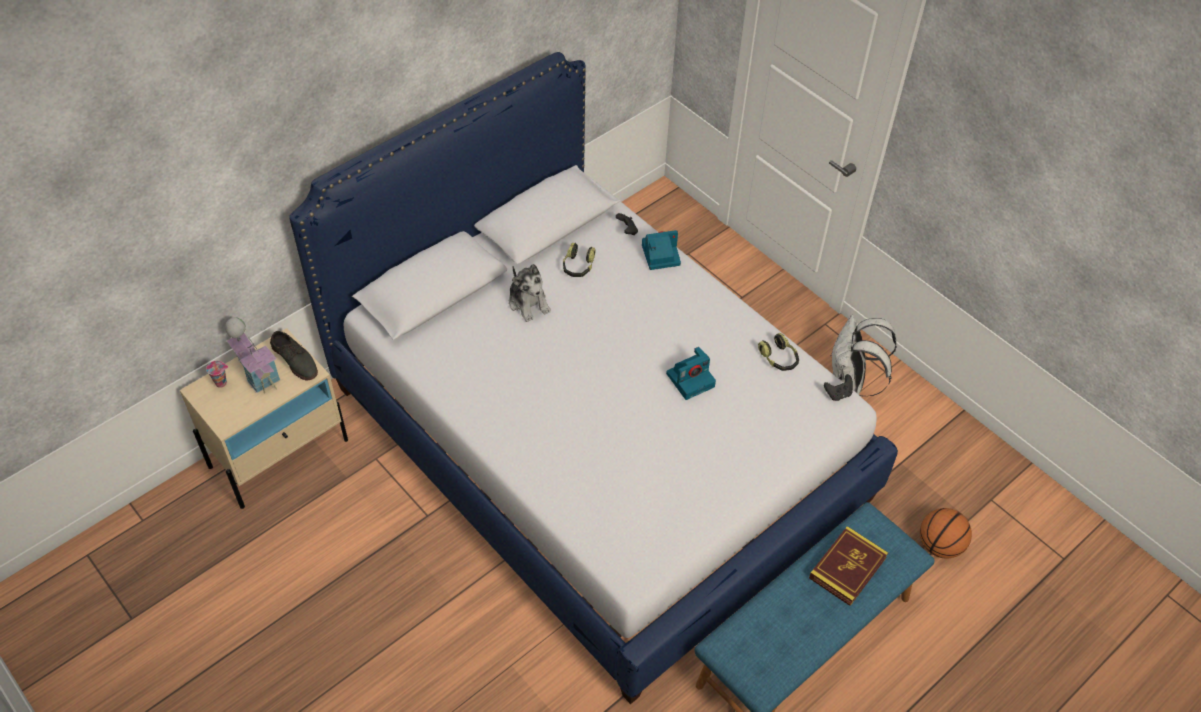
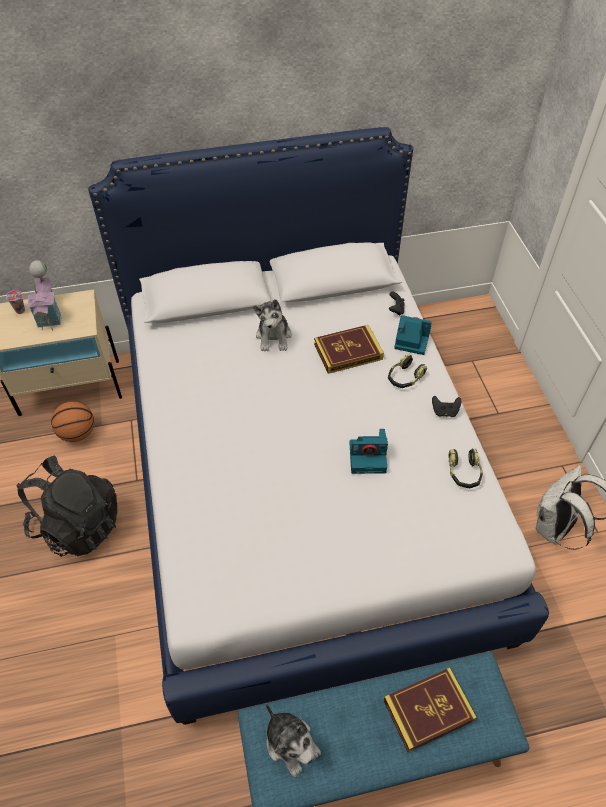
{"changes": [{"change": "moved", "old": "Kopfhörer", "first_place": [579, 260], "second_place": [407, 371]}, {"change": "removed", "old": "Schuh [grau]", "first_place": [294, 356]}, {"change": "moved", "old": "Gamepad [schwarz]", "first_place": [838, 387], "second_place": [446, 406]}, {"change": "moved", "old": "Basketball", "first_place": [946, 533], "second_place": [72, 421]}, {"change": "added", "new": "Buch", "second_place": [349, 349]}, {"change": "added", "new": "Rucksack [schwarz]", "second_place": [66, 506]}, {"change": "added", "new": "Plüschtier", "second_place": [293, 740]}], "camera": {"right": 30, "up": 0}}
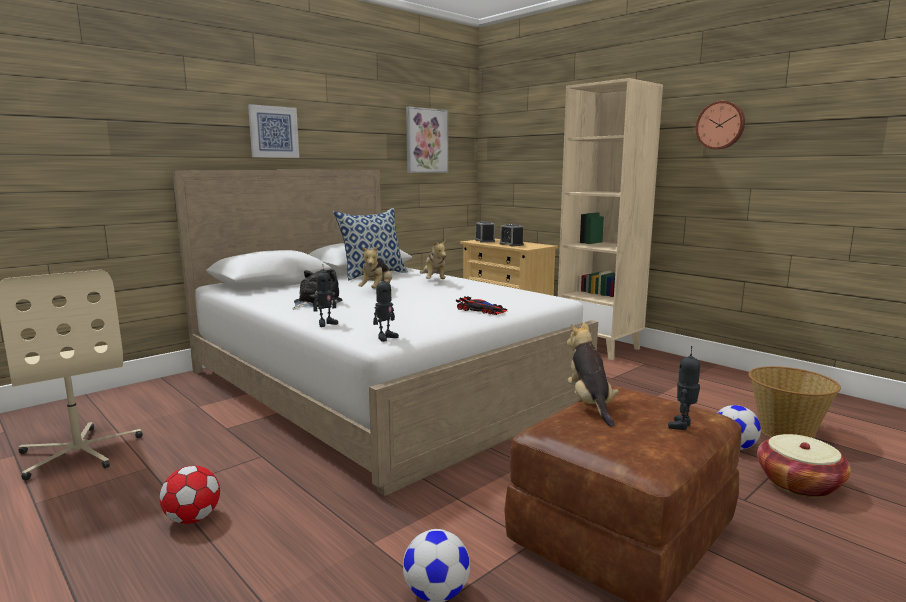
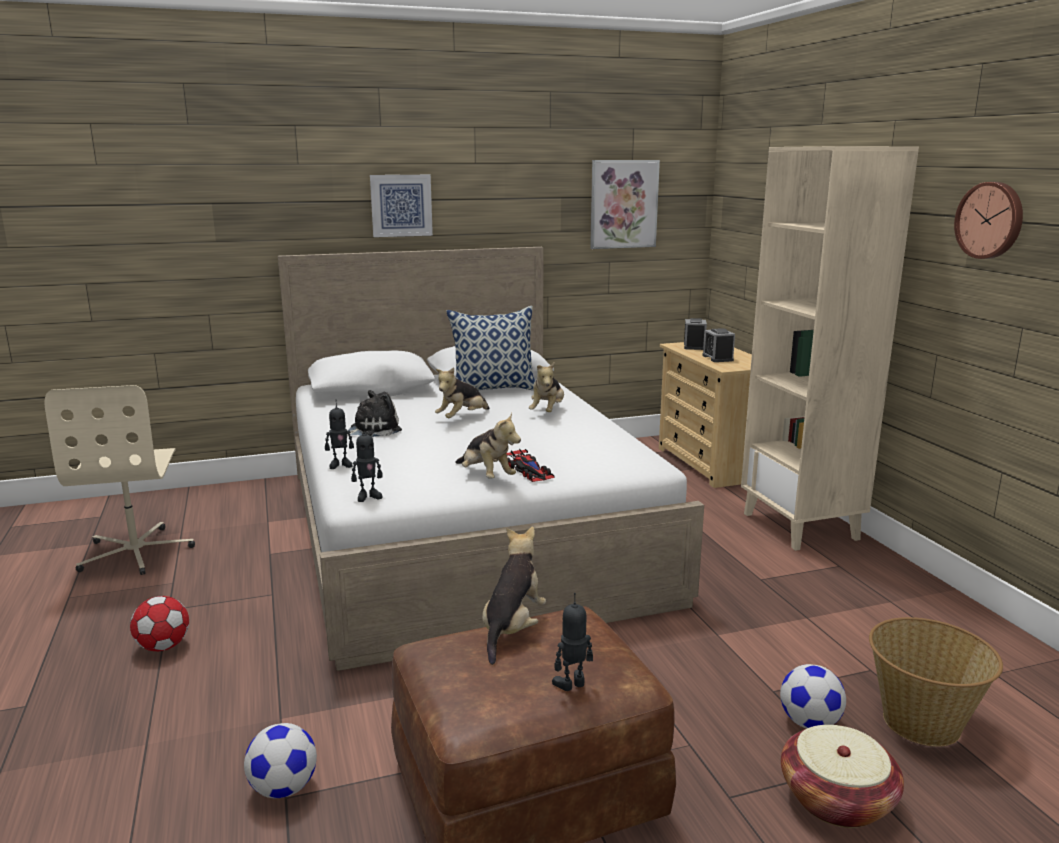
{"changes": [{"change": "added", "new": "Plüschtier", "second_place": [488, 446]}], "camera": {"right": 25, "up": 5}}
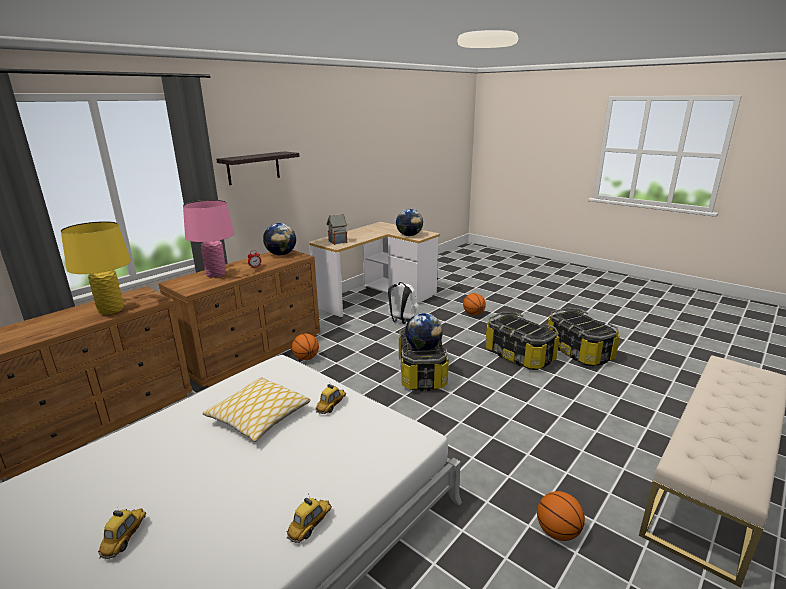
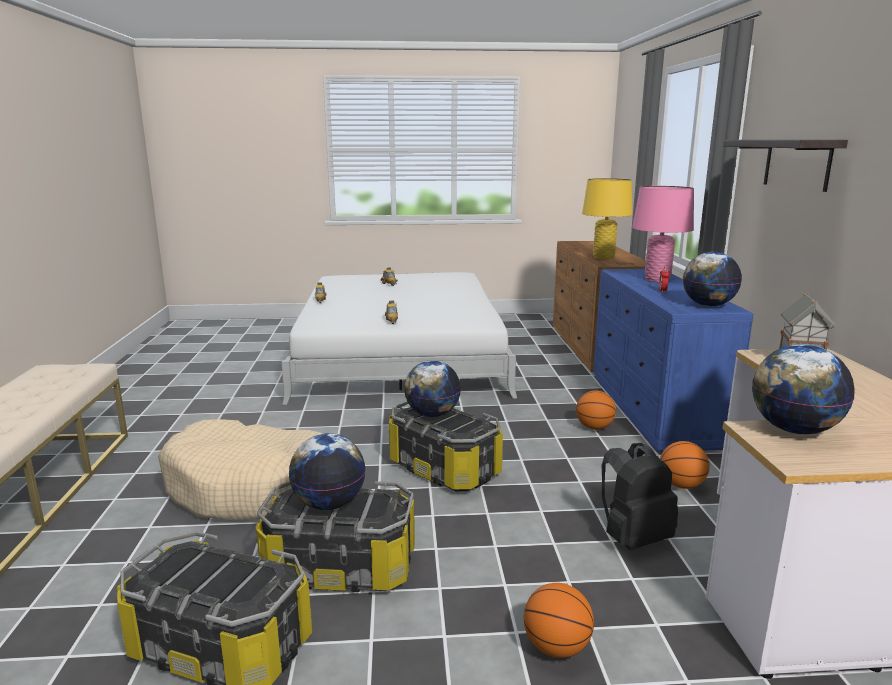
{"changes": [{"change": "recoloured", "old": "Kommode [braun]", "new": "Kommode [blau]", "first_place": [239, 318], "second_place": [673, 360]}, {"change": "recoloured", "old": "Rucksack [weiß]", "new": "Rucksack [schwarz]", "first_place": [403, 303], "second_place": [639, 496]}, {"change": "removed", "old": "Kissen", "first_place": [257, 409]}, {"change": "moved", "old": "Basketball", "first_place": [561, 516], "second_place": [685, 465]}, {"change": "added", "new": "Hundebett [beige]", "second_place": [240, 469]}, {"change": "added", "new": "Globus", "second_place": [327, 471]}], "camera": {"right": 135, "up": -5}}
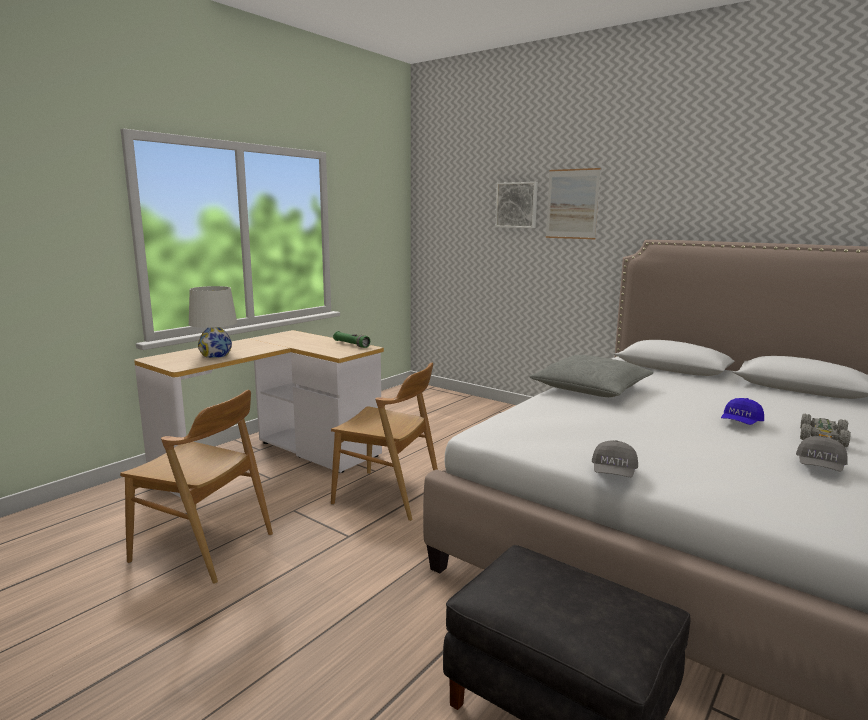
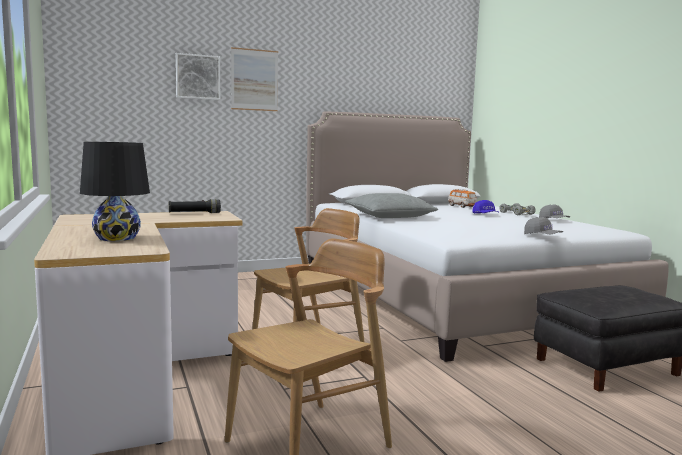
{"changes": [{"change": "recoloured", "old": "Tischlampe [weiß]", "new": "Tischlampe [schwarz]", "first_place": [213, 322], "second_place": [115, 191]}, {"change": "recoloured", "old": "Taschenlampe [grün]", "new": "Taschenlampe [schwarz]", "first_place": [351, 339], "second_place": [195, 206]}, {"change": "added", "new": "Spielzeugauto", "second_place": [462, 198]}], "camera": {"right": -60, "up": -5}}
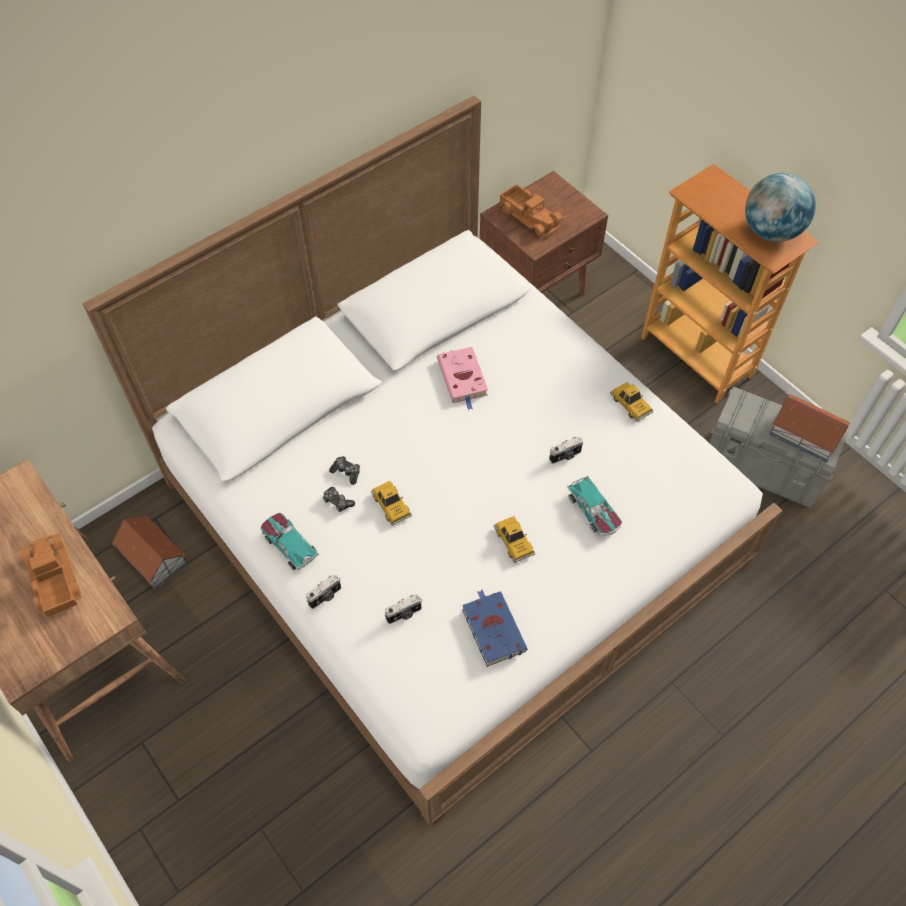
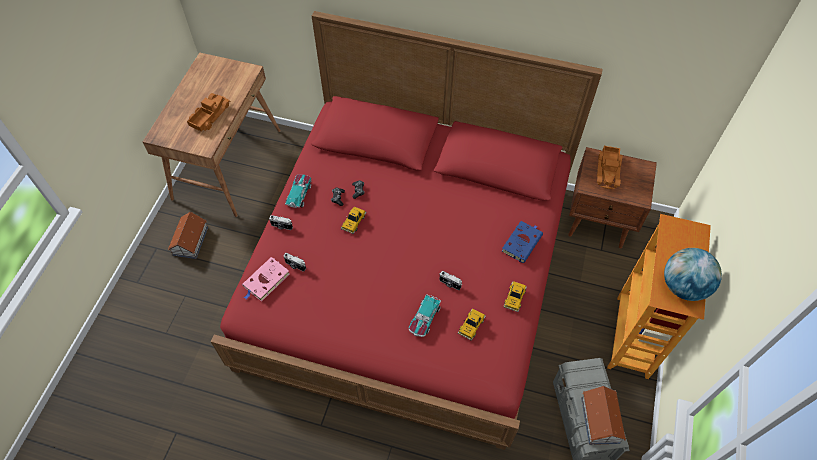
{"changes": [{"change": "recoloured", "old": "Bett [weiß]", "new": "Bett [rot]", "first_place": [432, 461], "second_place": [407, 230]}, {"change": "moved", "old": "Buch [rosa]", "first_place": [462, 378], "second_place": [266, 279]}, {"change": "moved", "old": "Spielzeughaus", "first_place": [149, 552], "second_place": [188, 235]}, {"change": "moved", "old": "Spielzeugauto", "first_place": [514, 539], "second_place": [472, 325]}, {"change": "moved", "old": "Buch [blau]", "first_place": [495, 628], "second_place": [522, 242]}], "camera": {"right": 55, "up": 0}}
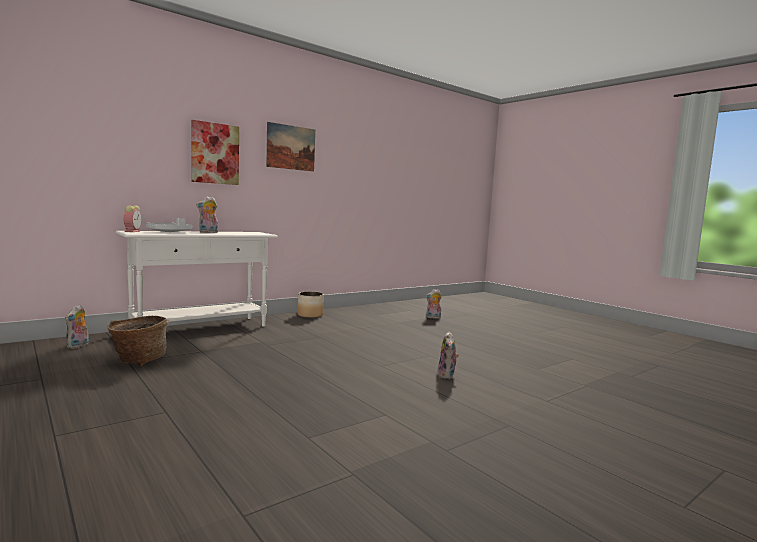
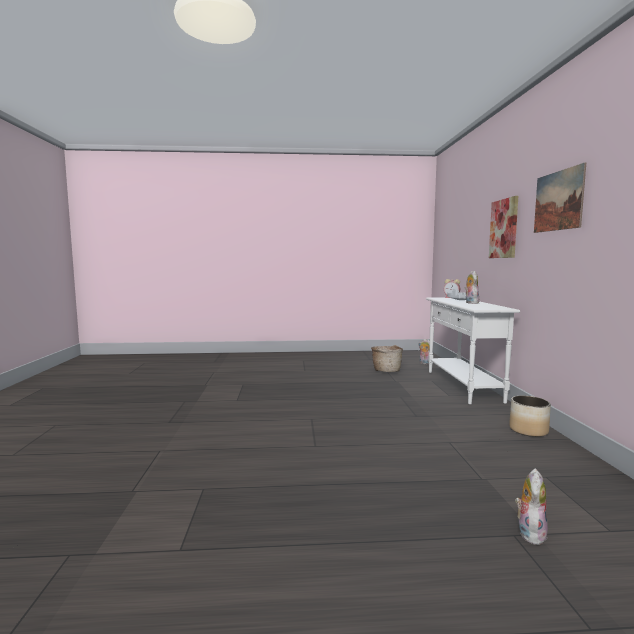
{"changes": [{"change": "removed", "old": "Plüschtier", "first_place": [448, 355]}], "camera": {"right": 125, "up": 0}}
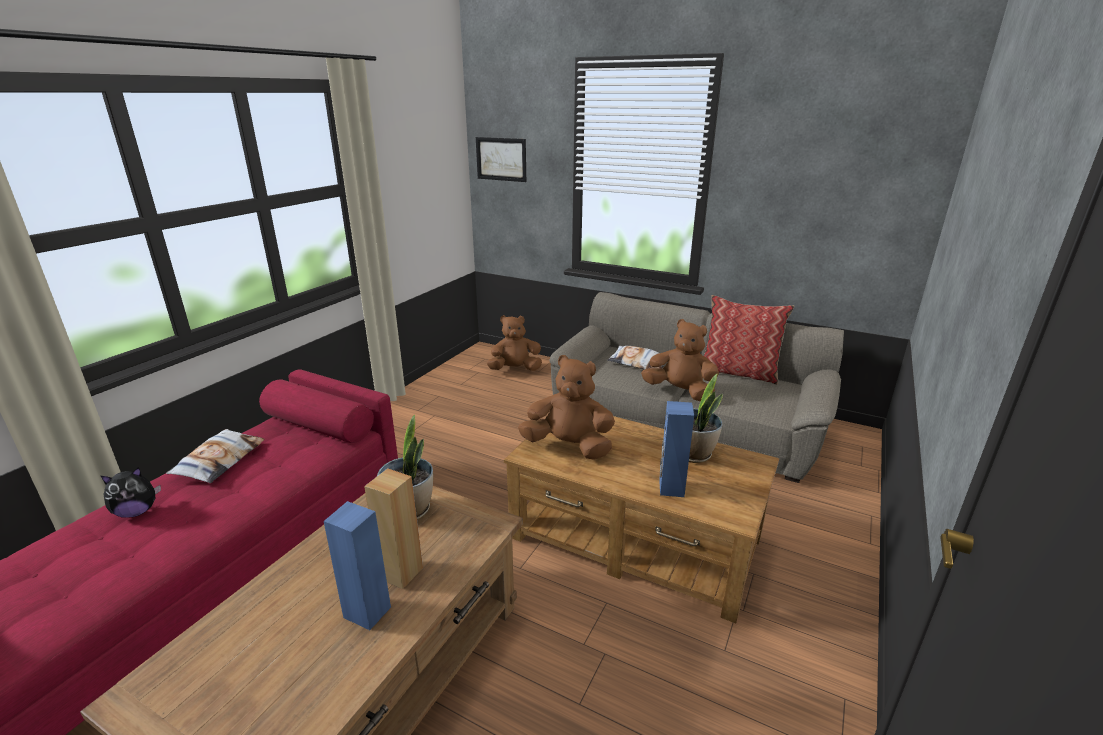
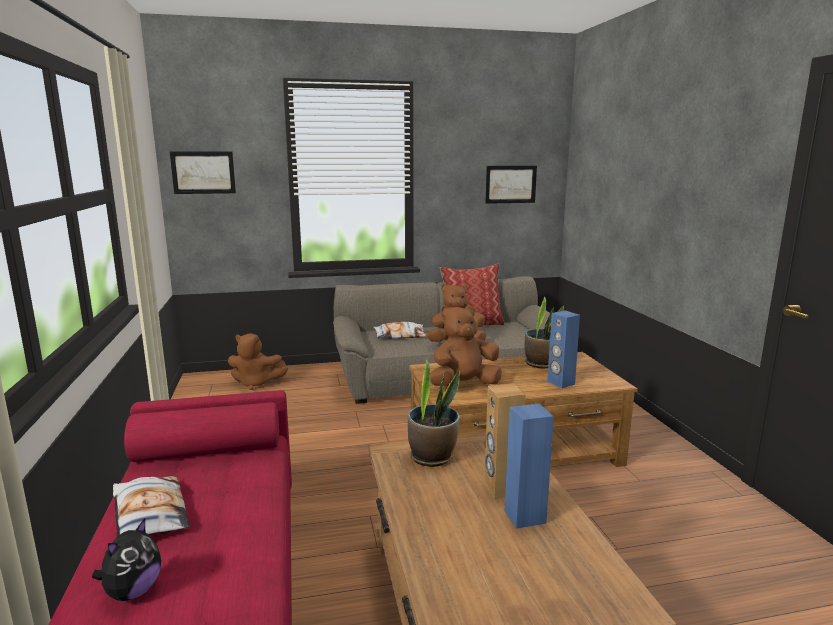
{"changes": [{"change": "turned", "old": "Plüschtier [braun]", "first_place": [514, 343], "second_place": [258, 361], "degrees": -120}, {"change": "added", "new": "Bild", "second_place": [511, 185]}], "camera": {"right": -40, "up": -10}}
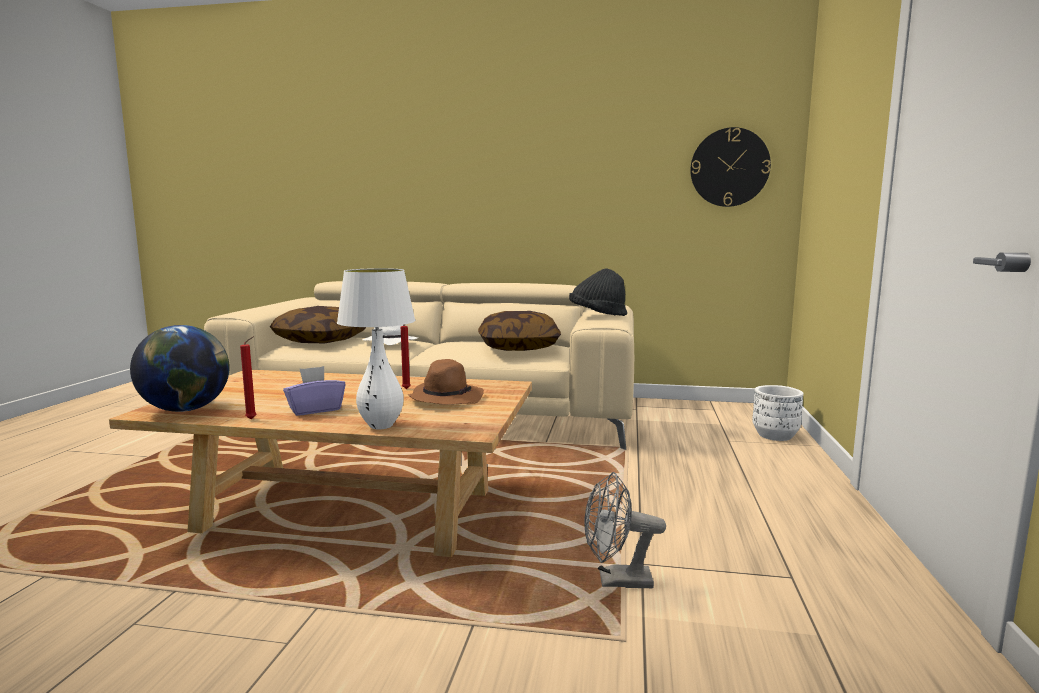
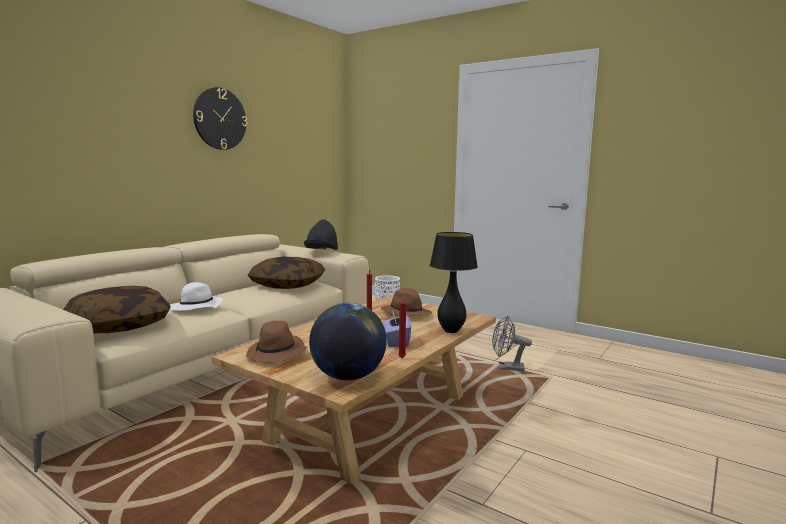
{"changes": [{"change": "moved", "old": "Wanduhr", "first_place": [730, 167], "second_place": [220, 118]}, {"change": "recoloured", "old": "Tischlampe [weiß]", "new": "Tischlampe [schwarz]", "first_place": [376, 348], "second_place": [454, 282]}, {"change": "turned", "old": "Ventilator [grau]", "first_place": [625, 530], "second_place": [512, 343], "degrees": 75}, {"change": "added", "new": "Hut [braun]", "second_place": [276, 342]}], "camera": {"right": -65, "up": 0}}
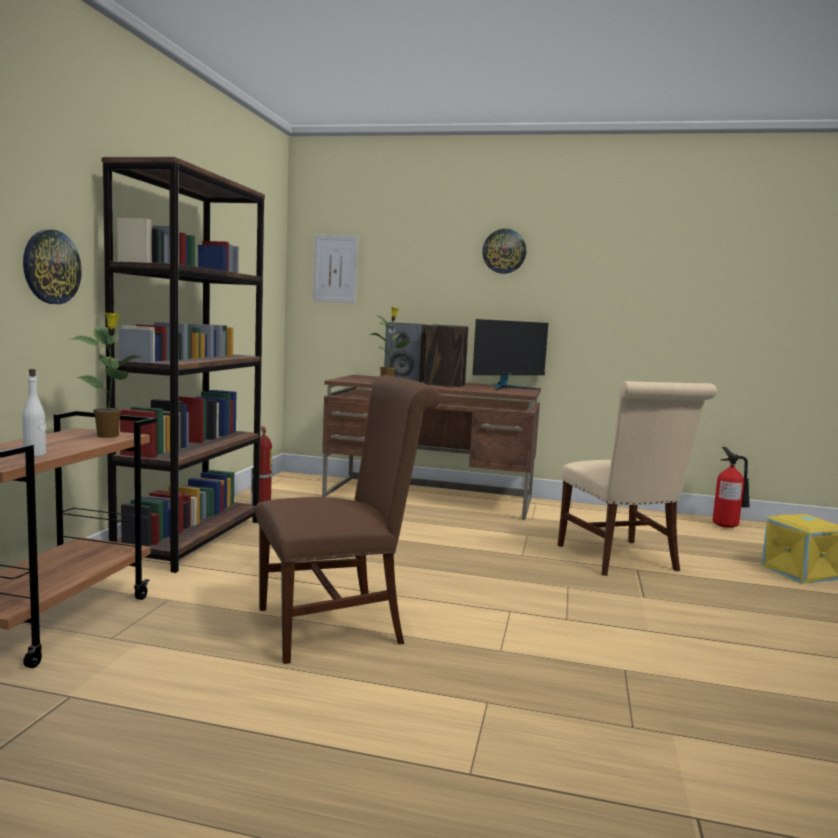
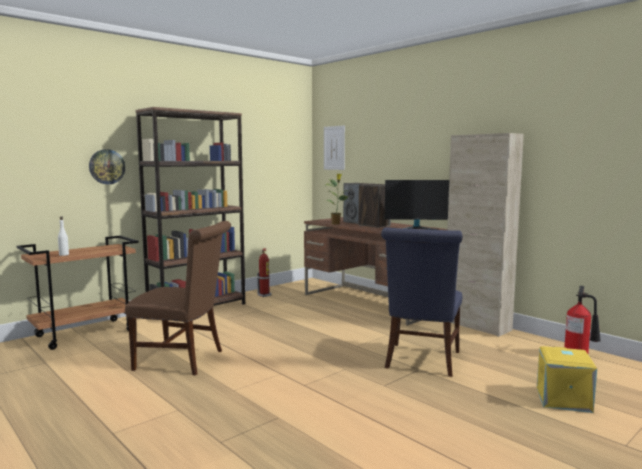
{"changes": [{"change": "removed", "old": "Wanduhr", "first_place": [504, 251]}, {"change": "removed", "old": "Topfpflanze", "first_place": [105, 375]}, {"change": "recoloured", "old": "Stuhl [beige]", "new": "Stuhl [blau]", "first_place": [637, 478], "second_place": [422, 302]}, {"change": "added", "new": "Schrank [beige]", "second_place": [485, 235]}], "camera": {"right": 35, "up": 0}}
